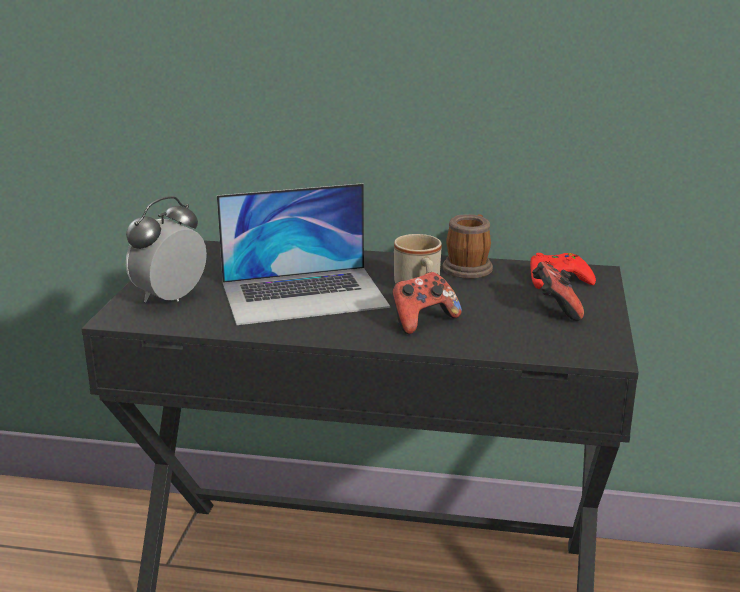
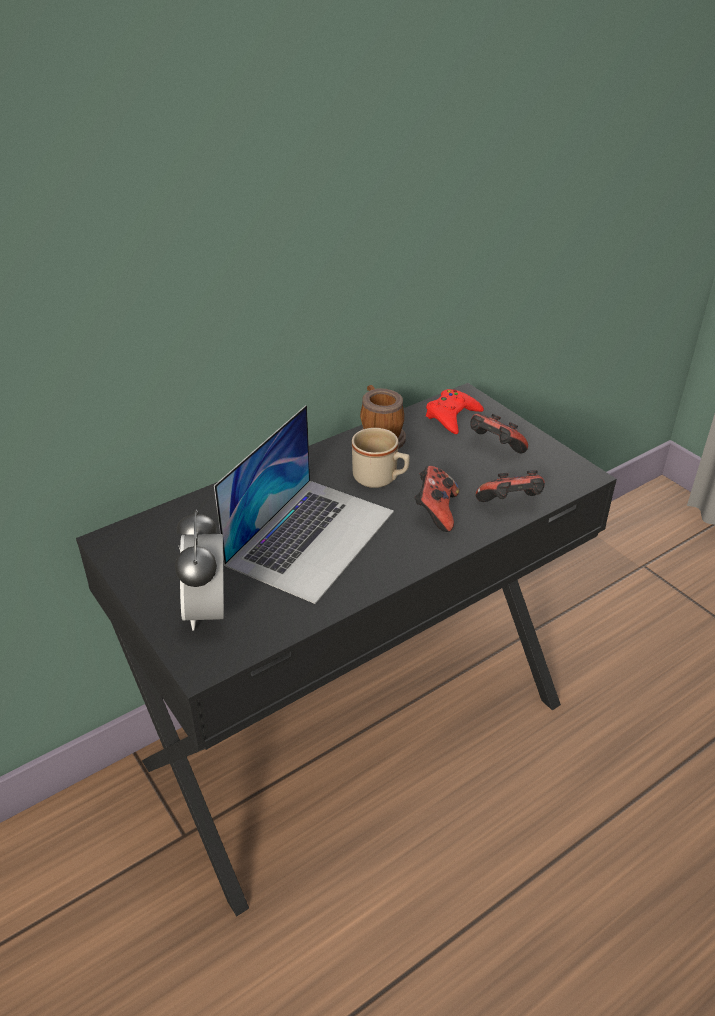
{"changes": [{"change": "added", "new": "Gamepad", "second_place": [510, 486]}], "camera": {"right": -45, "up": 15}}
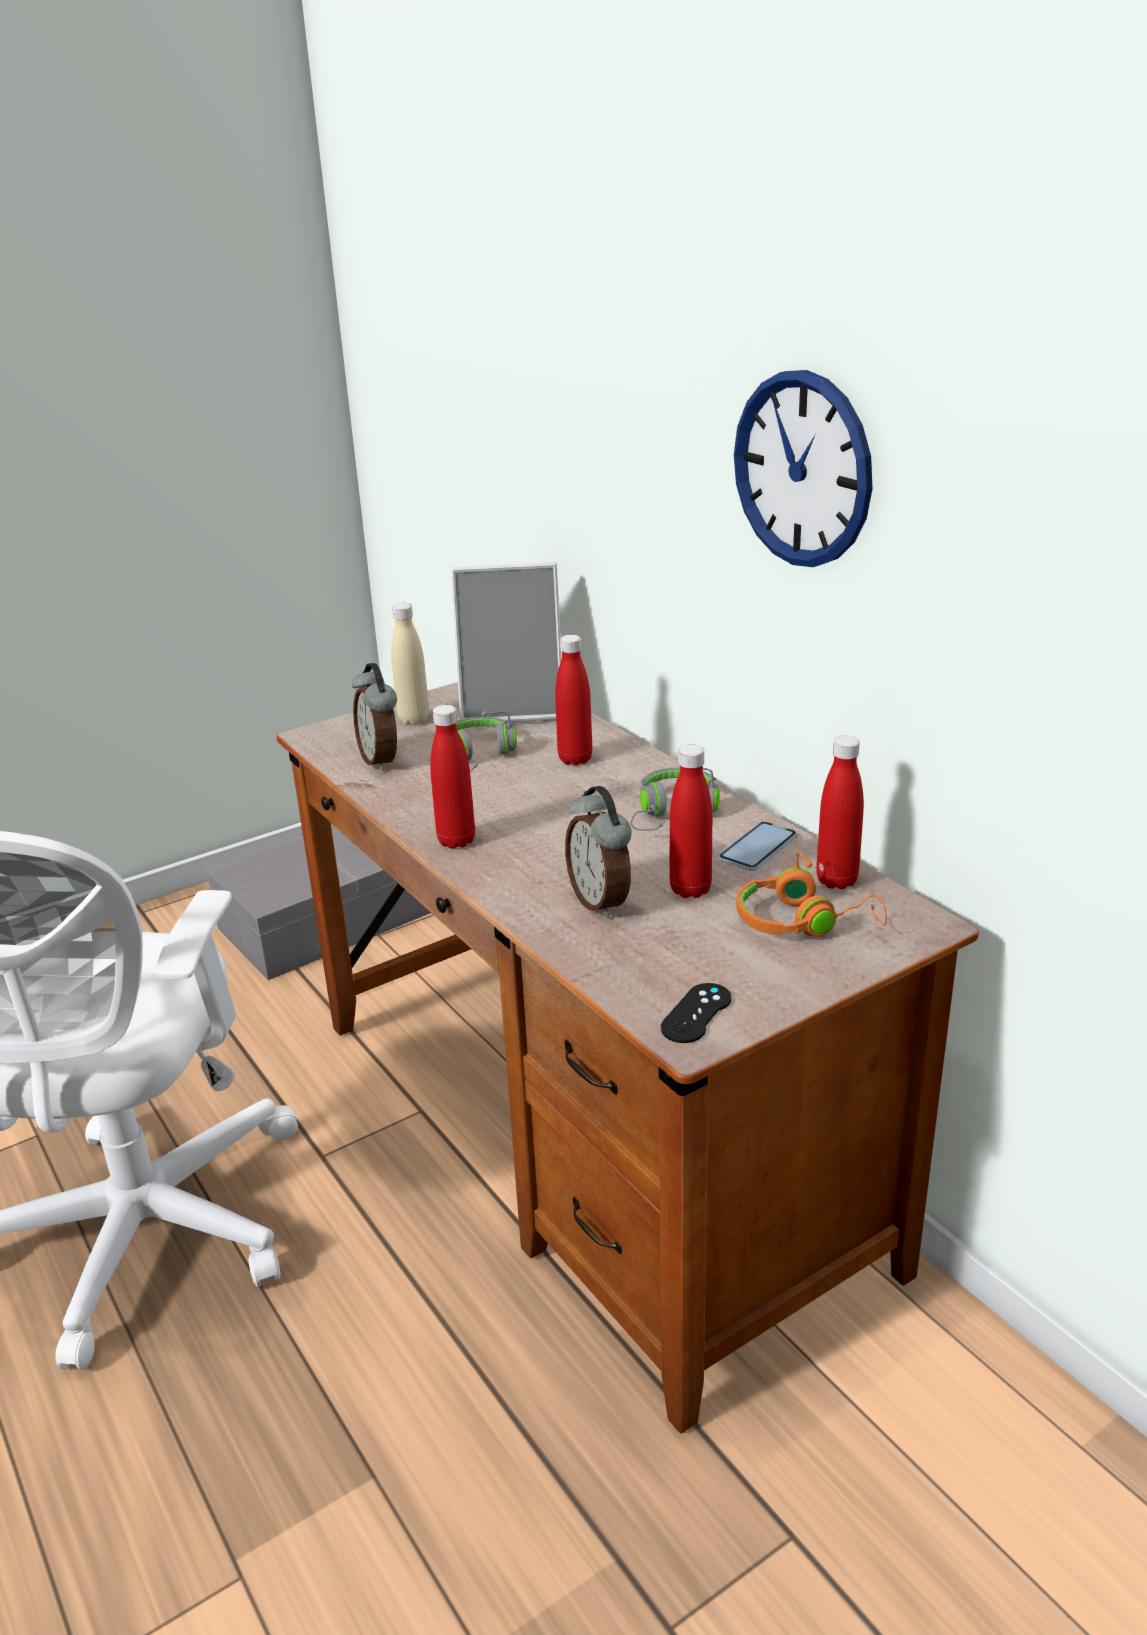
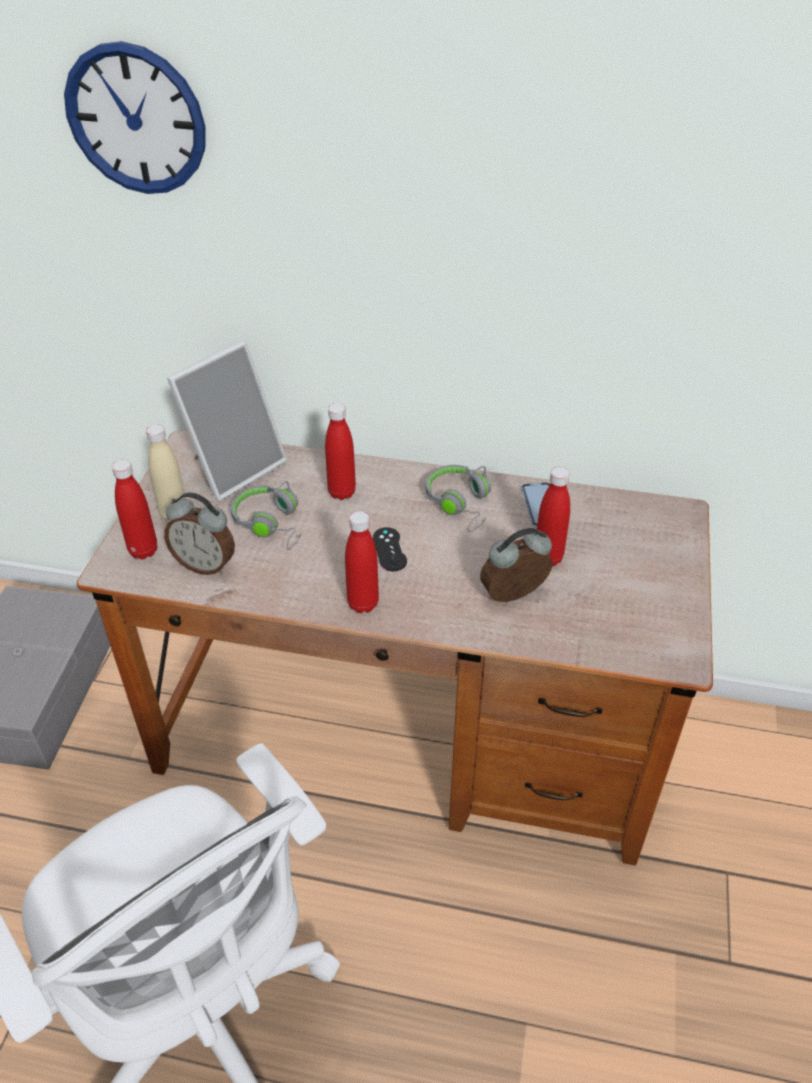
{"changes": [{"change": "moved", "old": "Wanduhr", "first_place": [803, 468], "second_place": [134, 117]}, {"change": "moved", "old": "Flasche [rot]", "first_place": [840, 812], "second_place": [134, 509]}, {"change": "turned", "old": "Wecker", "first_place": [598, 852], "second_place": [516, 565], "degrees": 135}, {"change": "removed", "old": "Kopfhörer [orange]", "first_place": [812, 894]}, {"change": "moved", "old": "Gamepad [schwarz]", "first_place": [695, 1013], "second_place": [390, 549]}], "camera": {"right": -45, "up": 15}}
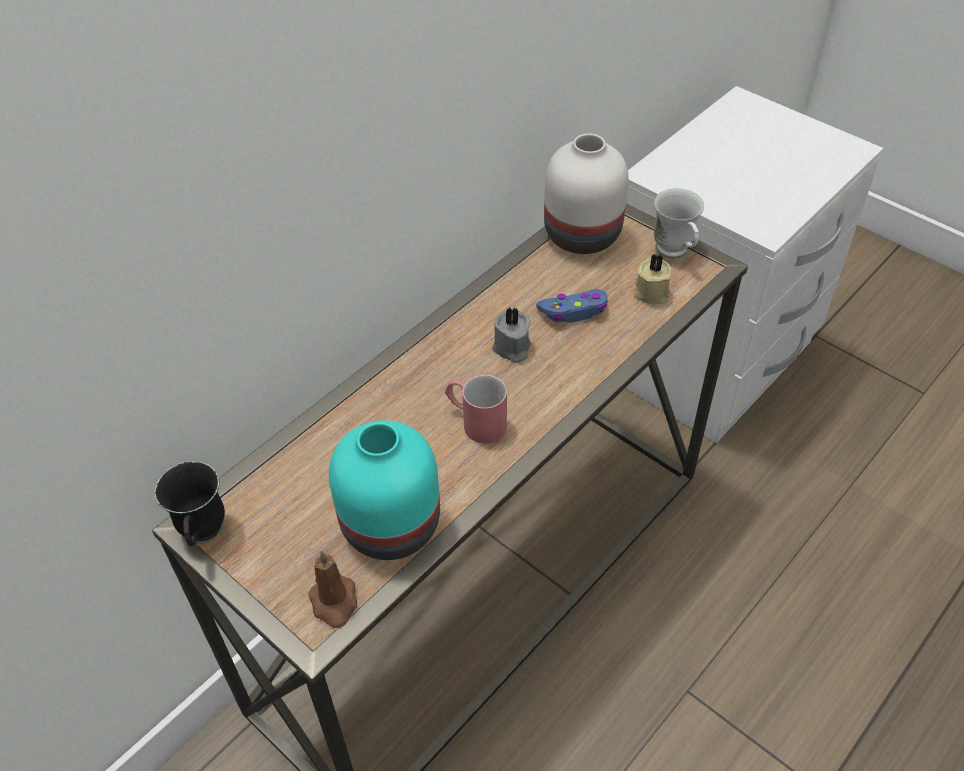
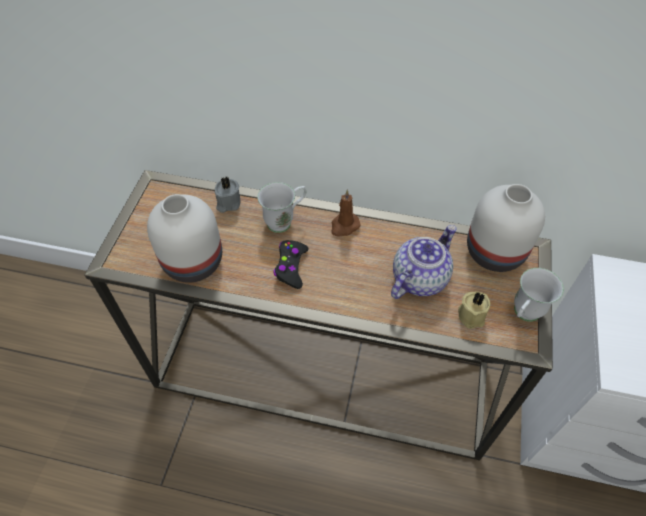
{"changes": [{"change": "replaced", "old": "Gamepad [blau]", "new": "Teekanne", "first_place": [572, 306], "second_place": [423, 262]}, {"change": "moved", "old": "Kerze [grau]", "first_place": [512, 335], "second_place": [228, 195]}, {"change": "replaced", "old": "Henkelbecher [rot]", "new": "Gamepad [schwarz]", "first_place": [476, 409], "second_place": [291, 264]}, {"change": "recoloured", "old": "Vase [türkis]", "new": "Vase [weiß]", "first_place": [384, 490], "second_place": [184, 238]}, {"change": "removed", "old": "Henkelbecher [schwarz]", "first_place": [190, 503]}, {"change": "moved", "old": "Kerze [braun]", "first_place": [332, 589], "second_place": [346, 213]}, {"change": "added", "new": "Henkelbecher [weiß]", "second_place": [281, 207]}], "camera": {"right": 60, "up": 5}}
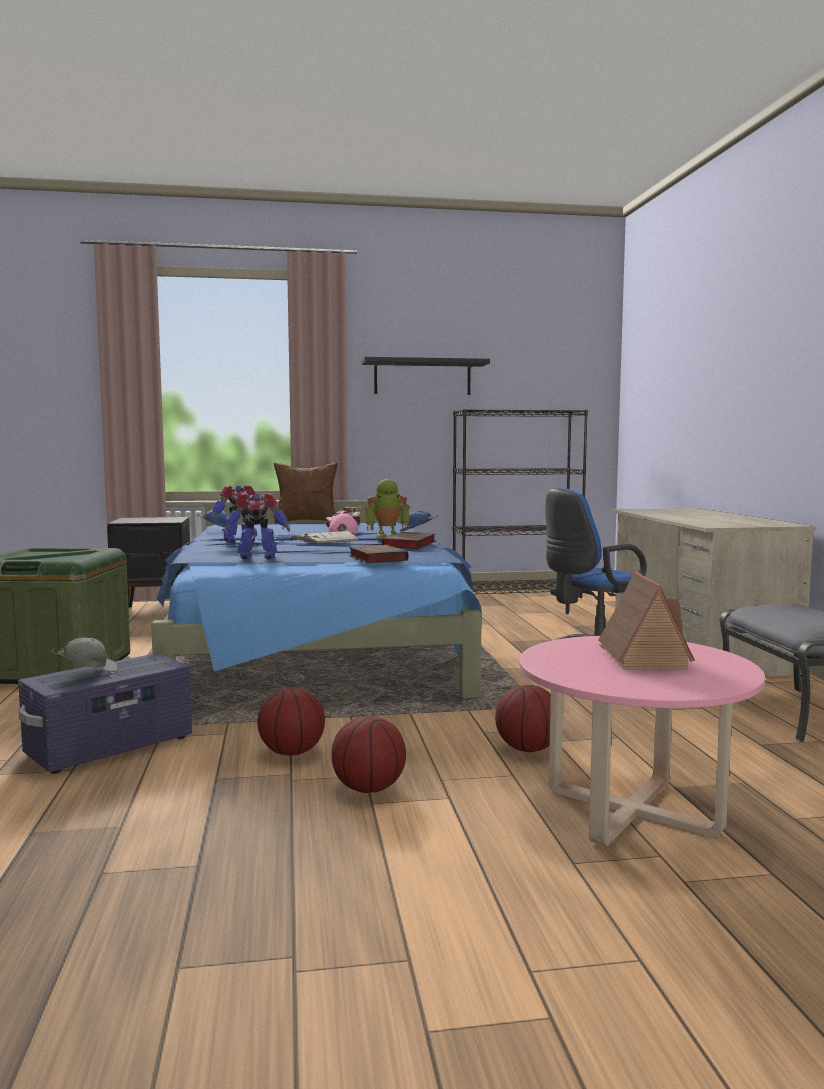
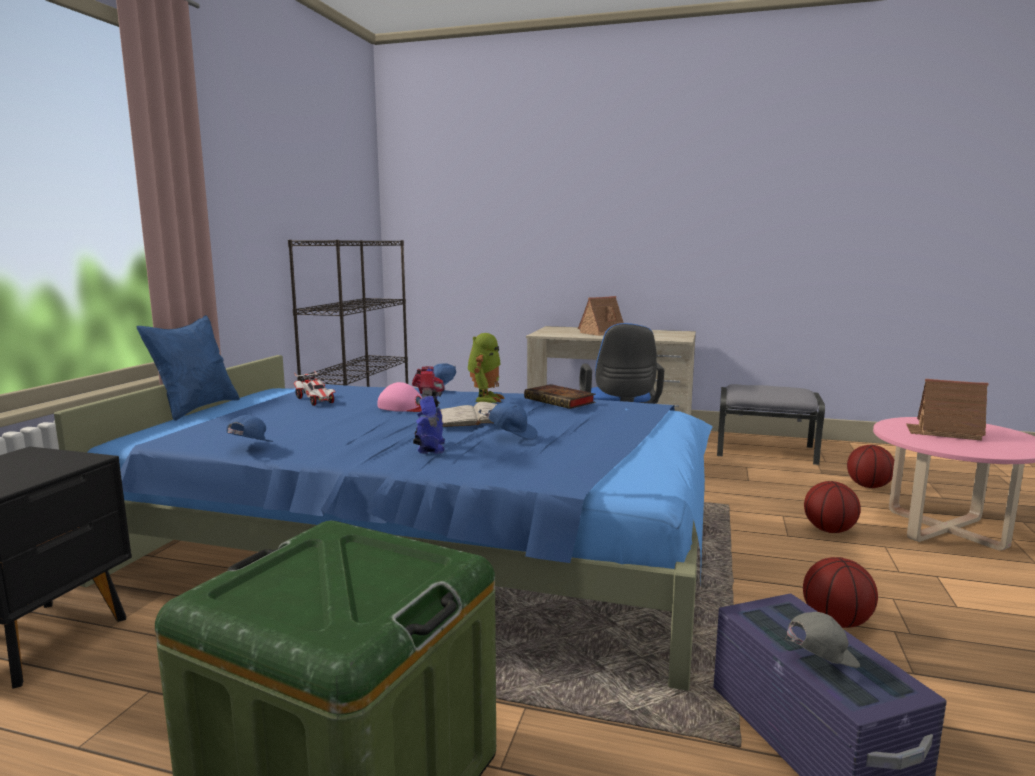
{"changes": [{"change": "removed", "old": "Wandregal [schwarz]", "first_place": [426, 376]}, {"change": "recoloured", "old": "Kissen [braun]", "new": "Kissen [blau]", "first_place": [306, 493], "second_place": [188, 368]}, {"change": "removed", "old": "Spielzeugroboter", "first_place": [257, 526]}, {"change": "removed", "old": "Buch", "first_place": [379, 554]}, {"change": "turned", "old": "Kappe [grau]", "first_place": [84, 655], "second_place": [822, 640], "degrees": 75}, {"change": "moved", "old": "Basketball", "first_place": [368, 754], "second_place": [870, 466]}, {"change": "added", "new": "Spielzeughaus", "second_place": [601, 316]}, {"change": "added", "new": "Kappe [blau]", "second_place": [508, 421]}], "camera": {"right": -65, "up": 5}}
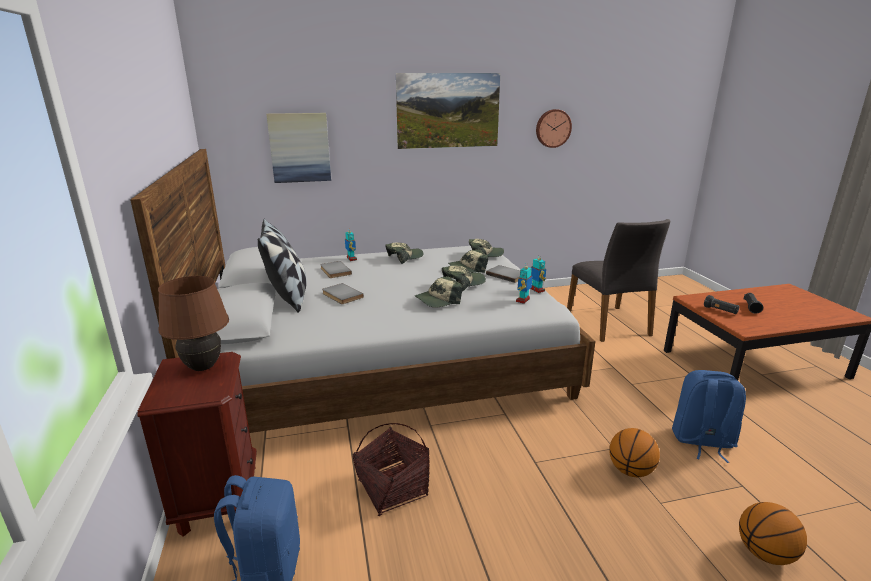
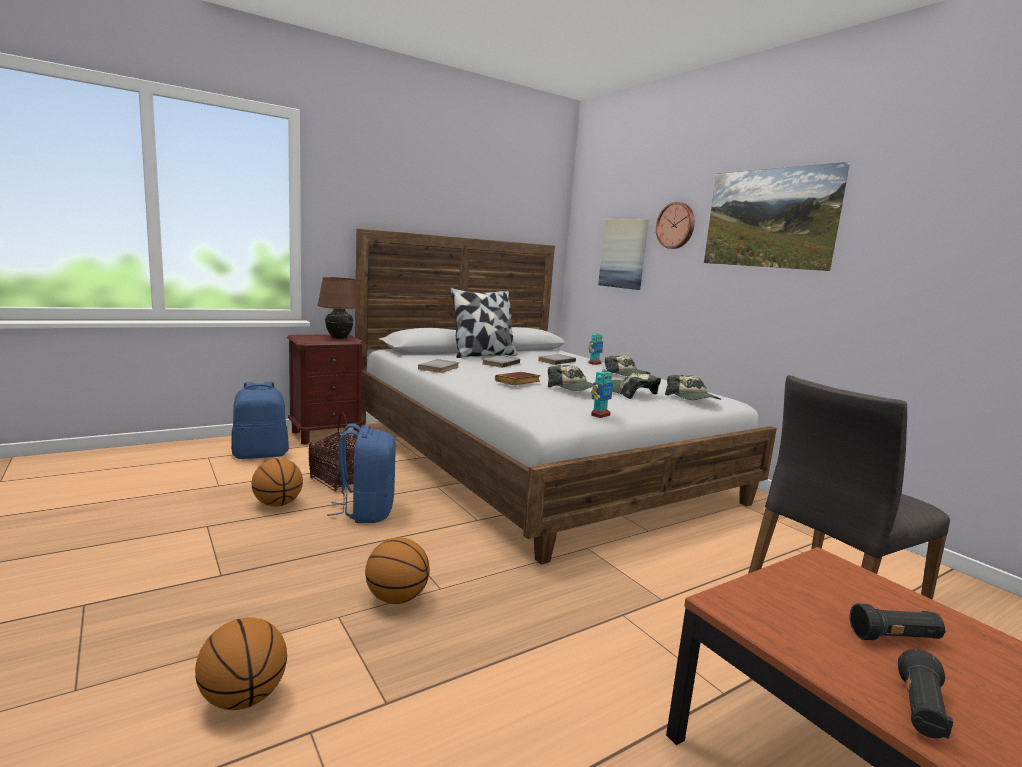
{"changes": [{"change": "moved", "old": "Wanduhr", "first_place": [554, 128], "second_place": [675, 225]}, {"change": "removed", "old": "Spielzeugroboter", "first_place": [524, 283]}, {"change": "moved", "old": "Buch [grau]", "first_place": [503, 274], "second_place": [438, 366]}, {"change": "replaced", "old": "Kappe", "new": "Buch [braun]", "first_place": [439, 292], "second_place": [518, 378]}, {"change": "moved", "old": "Taschenlampe [schwarz]", "first_place": [721, 304], "second_place": [925, 694]}, {"change": "moved", "old": "Rucksack [blau]", "first_place": [709, 416], "second_place": [361, 473]}, {"change": "added", "new": "Basketball", "second_place": [277, 482]}], "camera": {"right": 70, "up": -10}}
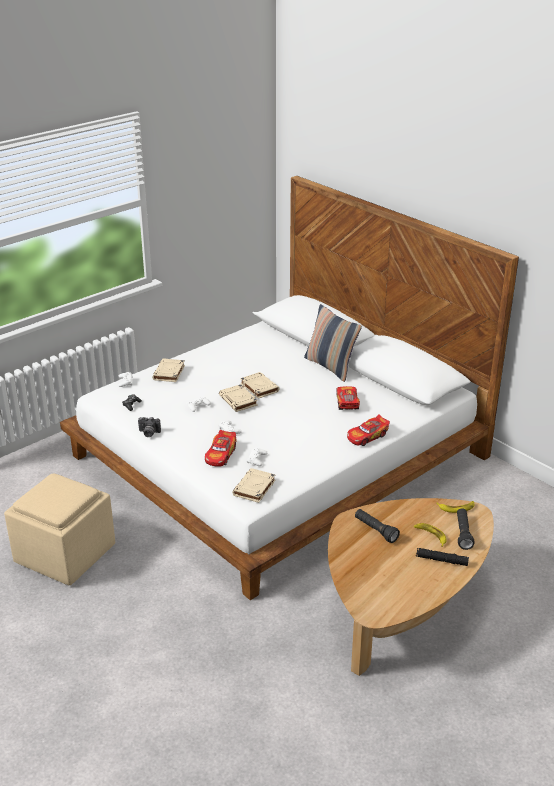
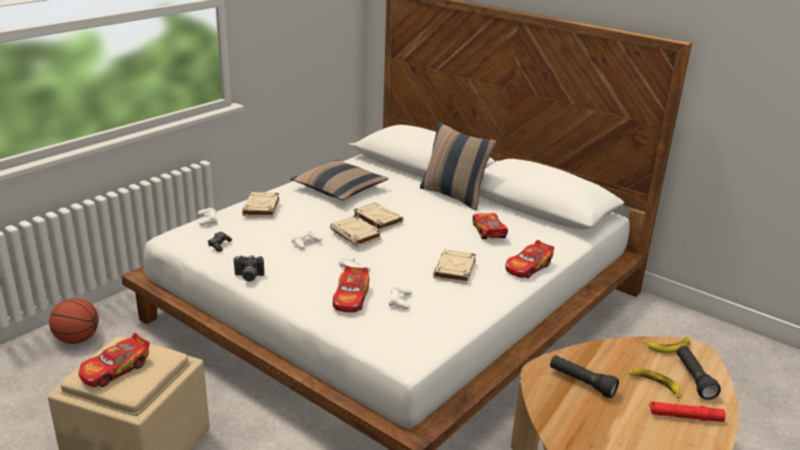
{"changes": [{"change": "moved", "old": "Buch [beige]", "first_place": [253, 485], "second_place": [454, 266]}, {"change": "recoloured", "old": "Taschenlampe [schwarz]", "new": "Taschenlampe [rot]", "first_place": [442, 557], "second_place": [687, 412]}, {"change": "added", "new": "Kissen", "second_place": [339, 180]}, {"change": "added", "new": "Basketball", "second_place": [74, 321]}, {"change": "added", "new": "Spielzeugauto", "second_place": [114, 360]}], "camera": {"right": -10, "up": -5}}
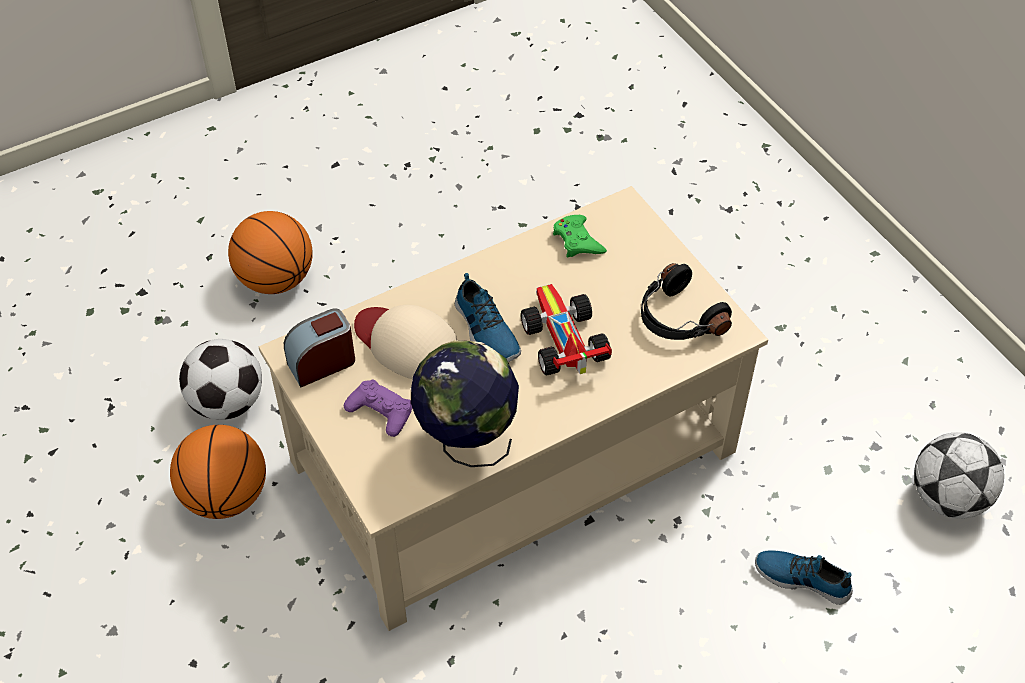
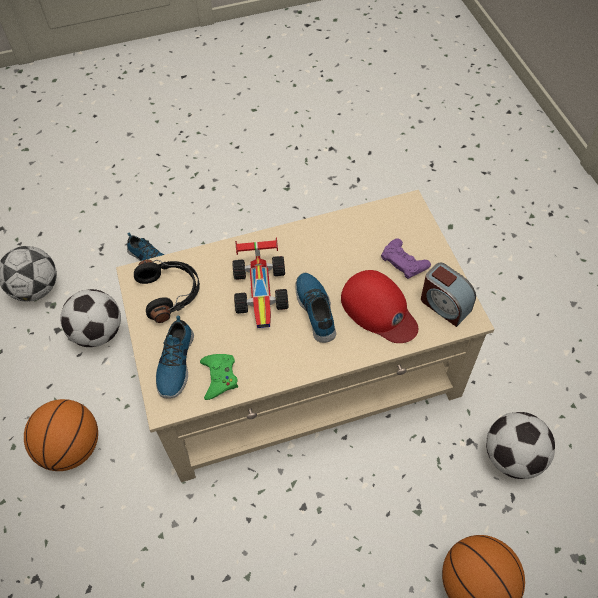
{"changes": [{"change": "recoloured", "old": "Kappe [beige]", "new": "Kappe [rot]", "first_place": [405, 342], "second_place": [379, 306]}, {"change": "turned", "old": "Wecker", "first_place": [319, 347], "second_place": [448, 295], "degrees": 60}, {"change": "removed", "old": "Globus", "first_place": [465, 403]}, {"change": "moved", "old": "Basketball", "first_place": [218, 472], "second_place": [61, 435]}, {"change": "added", "new": "Fußball", "second_place": [90, 318]}, {"change": "added", "new": "Schuh", "second_place": [175, 357]}], "camera": {"right": -165, "up": 5}}
